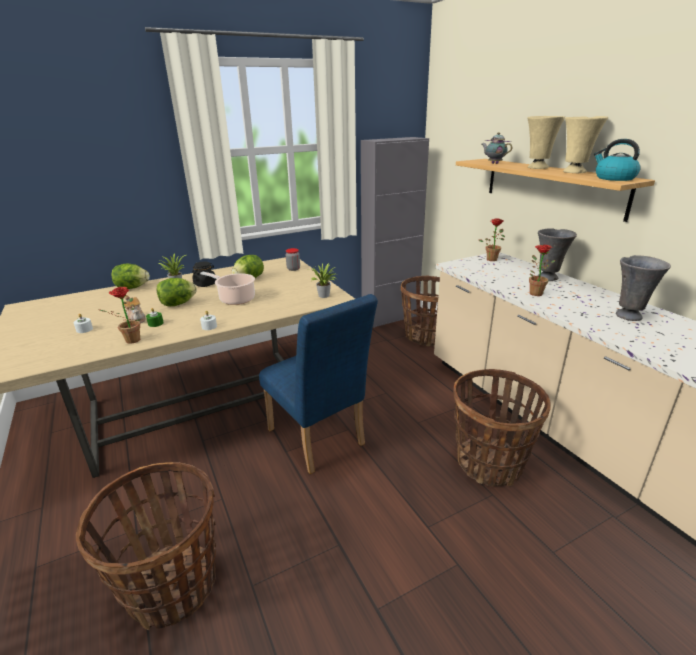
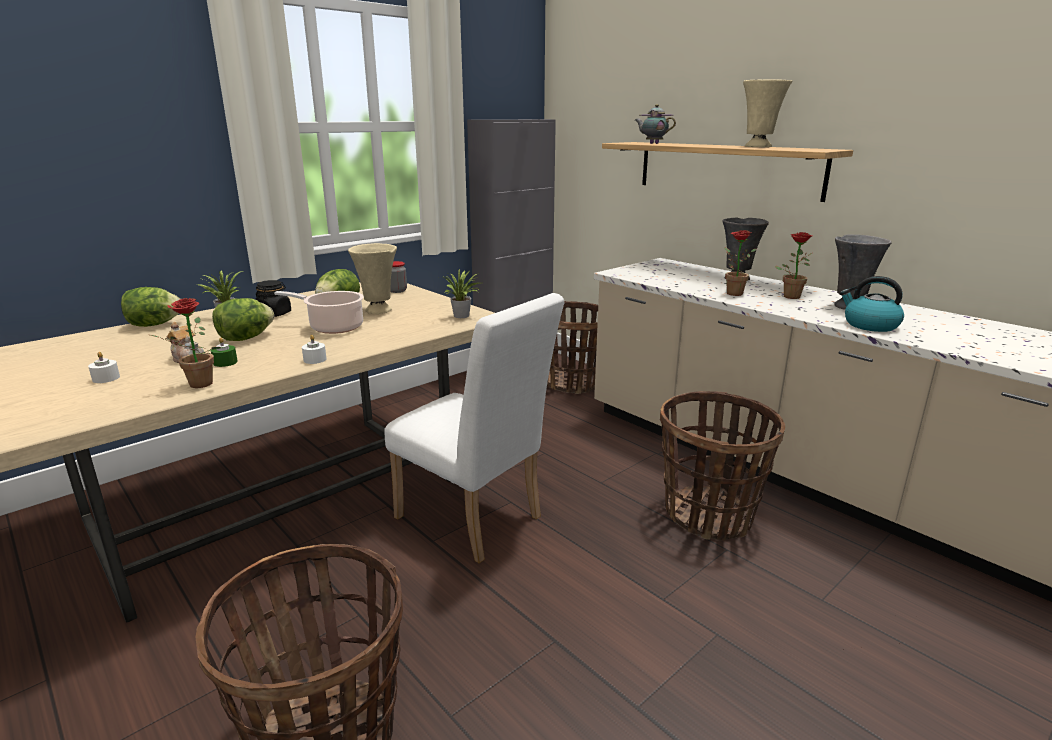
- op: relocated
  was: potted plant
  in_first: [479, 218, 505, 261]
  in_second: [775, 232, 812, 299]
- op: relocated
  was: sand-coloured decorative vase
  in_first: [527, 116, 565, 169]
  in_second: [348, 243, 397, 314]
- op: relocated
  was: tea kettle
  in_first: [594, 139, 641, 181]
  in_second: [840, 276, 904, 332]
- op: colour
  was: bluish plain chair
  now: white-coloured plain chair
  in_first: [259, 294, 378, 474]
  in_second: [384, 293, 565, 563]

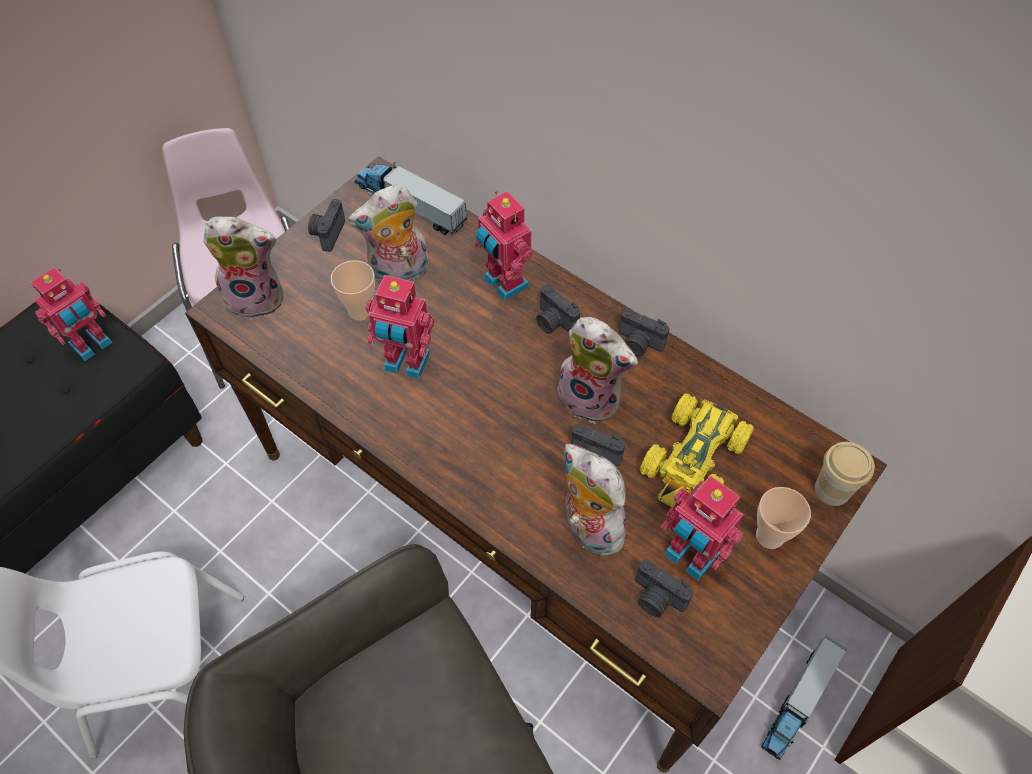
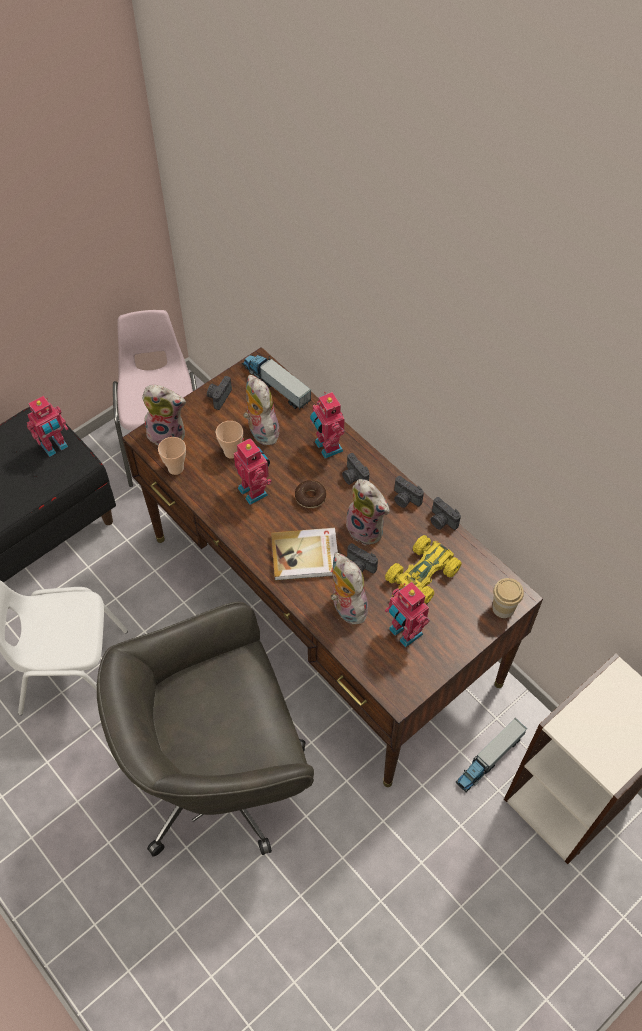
- op: appeared
  now: bound book
  in_second: [271, 527, 338, 581]
- op: appeared
  now: donut
  in_second: [295, 480, 326, 508]
- op: relocated
  was: photo camera
  in_first: [635, 559, 694, 617]
  in_second: [431, 497, 461, 530]
- op: relocated
  was: small cup
  in_first: [756, 487, 811, 549]
  in_second: [158, 437, 186, 475]
- op: spun
  was: plush toy
  in_first: [348, 184, 429, 283]
  in_second: [243, 375, 281, 445]
  clockwise: 75
- op: spun
  was: model robot
  in_first: [366, 275, 434, 379]
  in_second: [234, 438, 272, 505]
  clockwise: -150

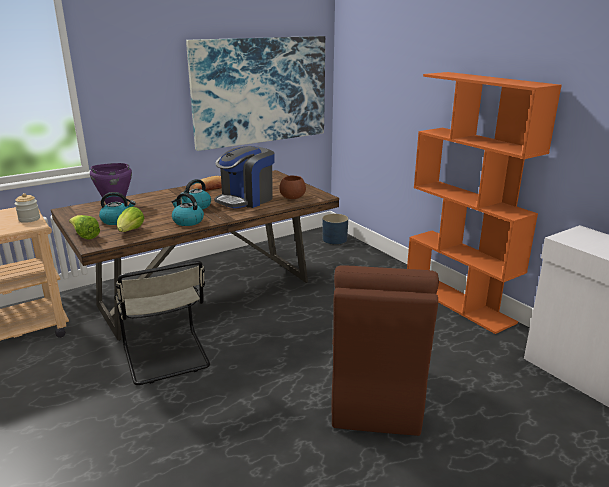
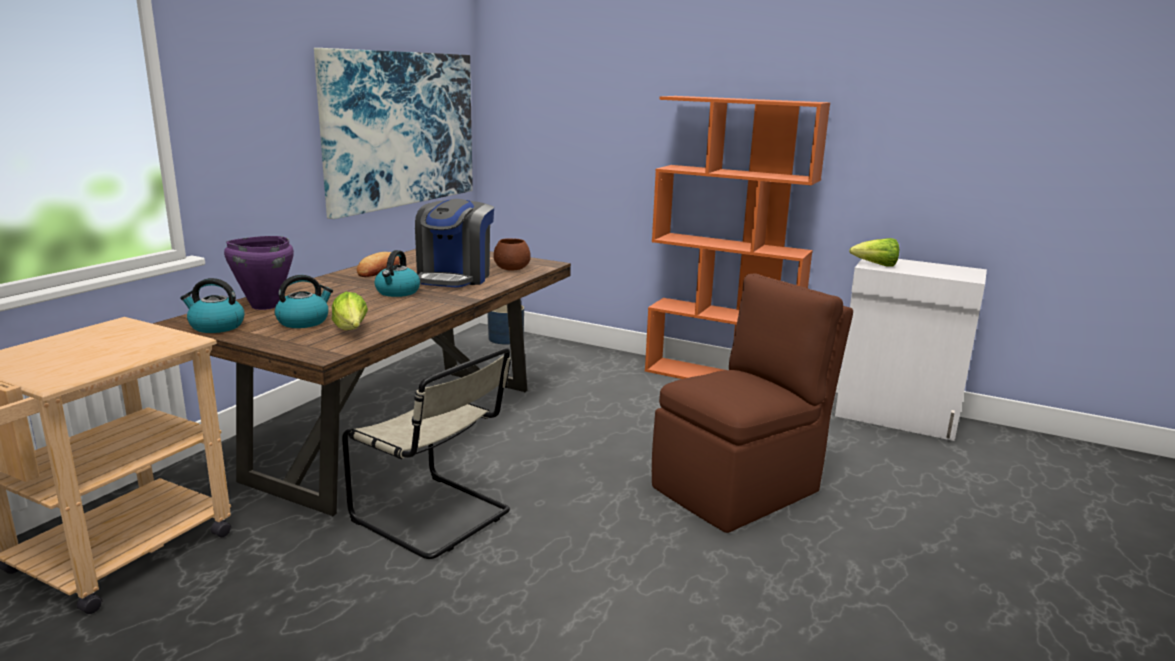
- op: missing
  was: storage jar
  in_first: [15, 193, 40, 223]
- op: relocated
  was: lettuce head
  in_first: [69, 215, 100, 240]
  in_second: [849, 238, 899, 267]
- op: relocated
  was: tea kettle
  in_first: [171, 193, 204, 226]
  in_second: [180, 278, 245, 333]
- op: spun
  was: brown plain chair
  in_first: [332, 265, 439, 436]
  in_second: [652, 274, 853, 533]
  clockwise: -105

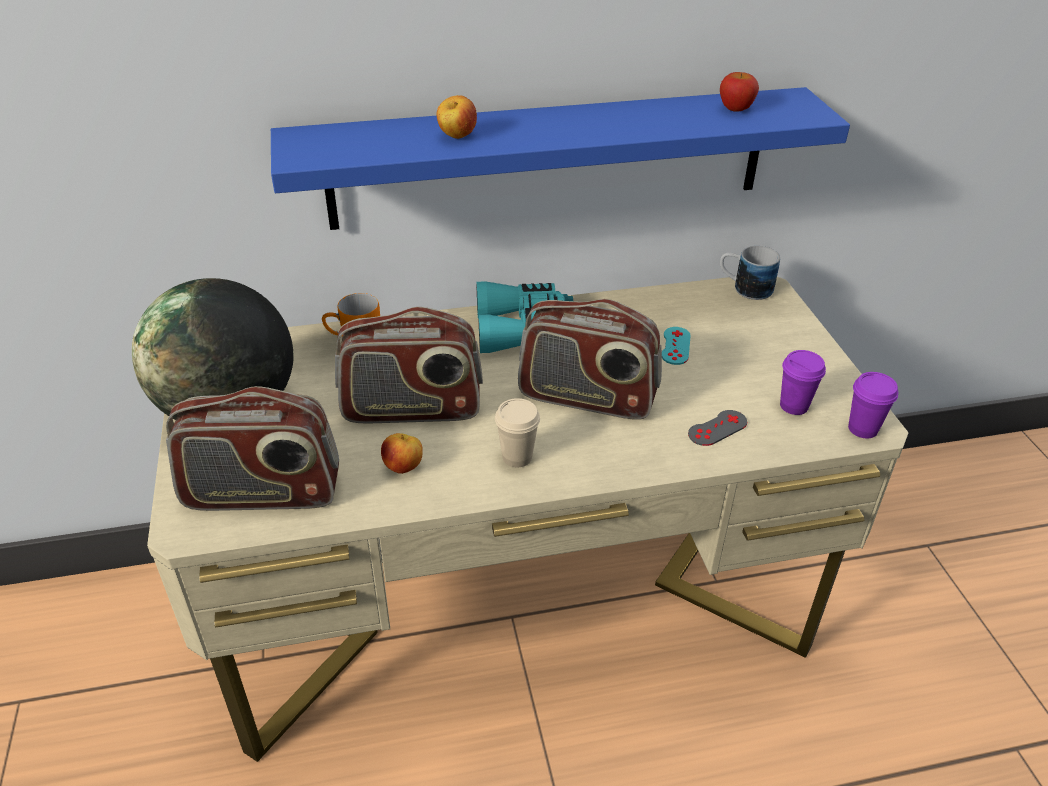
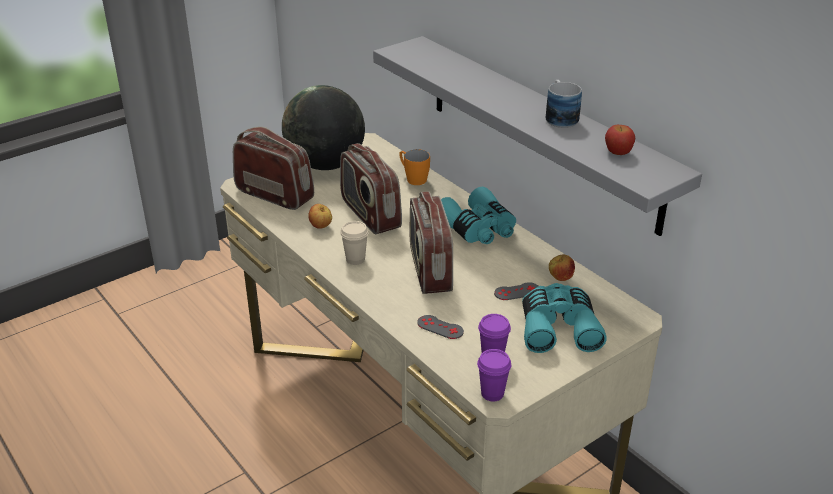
- op: appeared
  now: turquoise-coloured field glasses
  in_second: [522, 283, 607, 353]
- op: relocated
  was: apple fruit
  in_first: [436, 95, 477, 139]
  in_second: [549, 255, 575, 281]
- op: relocated
  was: mug
  in_first: [720, 246, 780, 300]
  in_second: [546, 80, 582, 128]
- op: colour
  was: bluish bracket shelf
  now: gray bracket shelf
  in_first: [271, 87, 850, 230]
  in_second: [373, 36, 702, 236]
- op: colour
  was: turquoise-coloured joypad
  now: gray joypad
  in_first: [662, 327, 691, 365]
  in_second: [494, 282, 538, 300]
- op: spun
  was: radio
  in_first: [166, 386, 339, 511]
  in_second: [233, 127, 314, 210]
  clockwise: 150

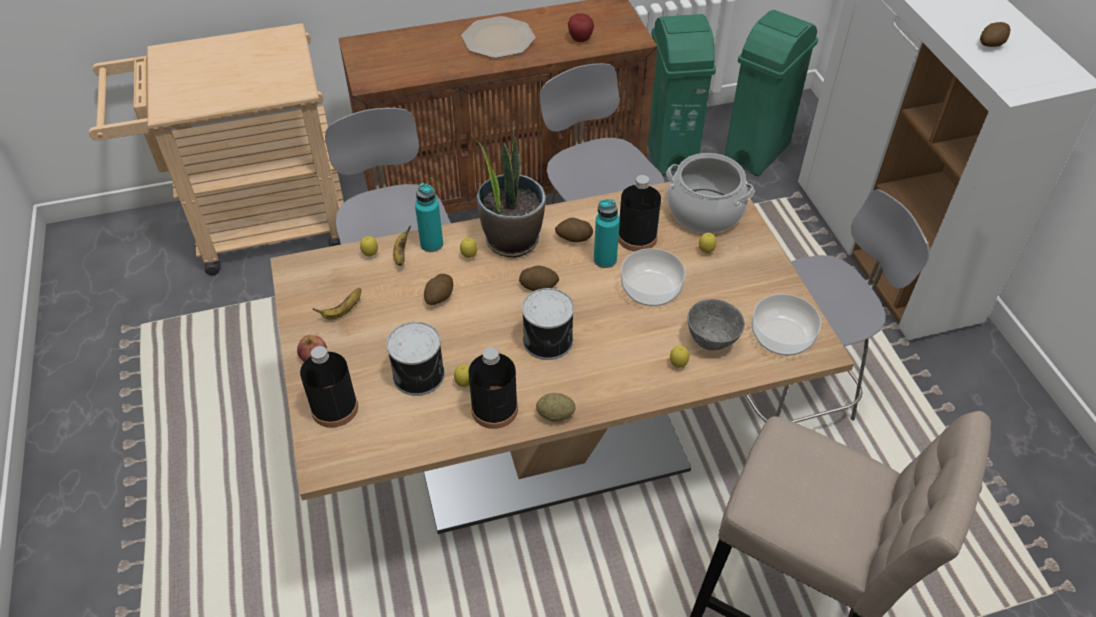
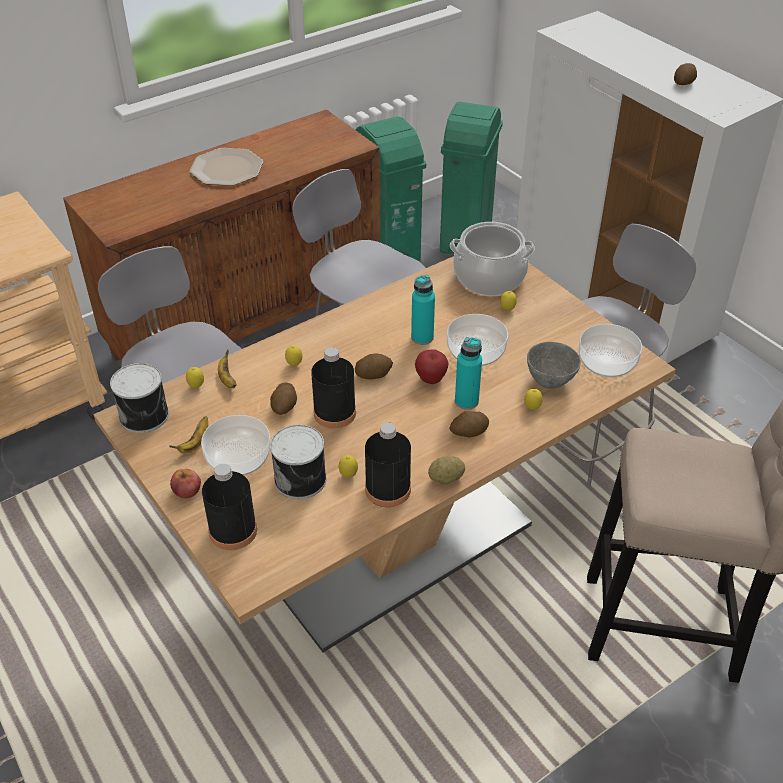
- op: missing
  was: potted plant
  in_first: [476, 127, 546, 258]
- op: appeared
  now: serving bowl
  in_second: [201, 415, 271, 475]
- op: relocated
  was: turquoise-coloured drink bottle
  in_first: [415, 183, 443, 252]
  in_second: [455, 337, 482, 410]
- op: relocated
  was: metal can
  in_first: [522, 288, 574, 360]
  in_second: [110, 363, 169, 433]
- op: relocated
  was: whole potato
  in_first: [555, 217, 593, 242]
  in_second: [449, 411, 489, 437]
- op: relocated
  was: apple fruit
  in_first: [568, 13, 594, 42]
  in_second: [415, 350, 449, 384]
- op: relocated
  was: blackish drink bottle
  in_first: [618, 175, 661, 252]
  in_second: [311, 347, 356, 428]

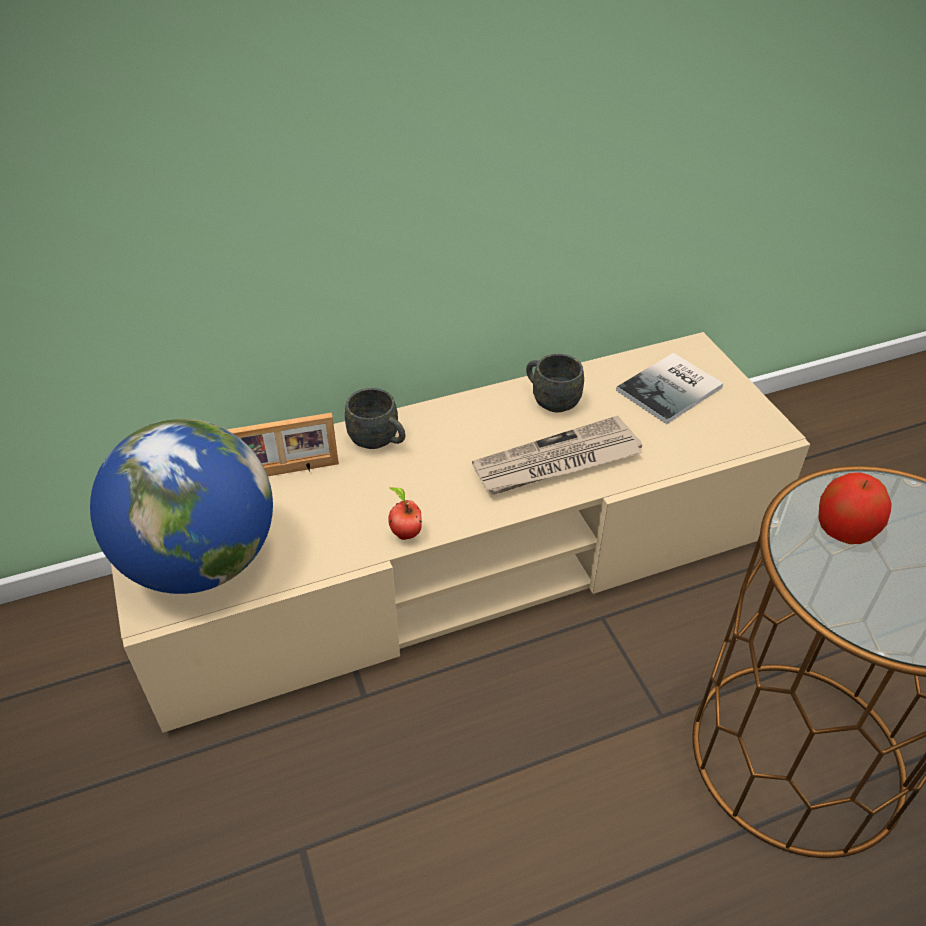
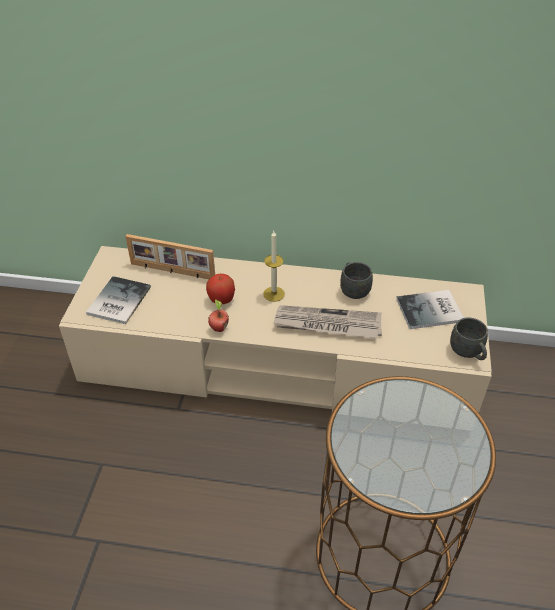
- op: appeared
  now: candle
  in_second: [263, 231, 285, 302]
- op: relocated
  was: gray mug
  in_first: [345, 388, 405, 449]
  in_second: [450, 317, 488, 360]
- op: relocated
  was: apple fruit
  in_first: [818, 472, 892, 544]
  in_second: [206, 274, 235, 304]
- op: exchanged
  was: globe
  now: bound book
  in_first: [90, 419, 273, 594]
  in_second: [86, 276, 151, 324]

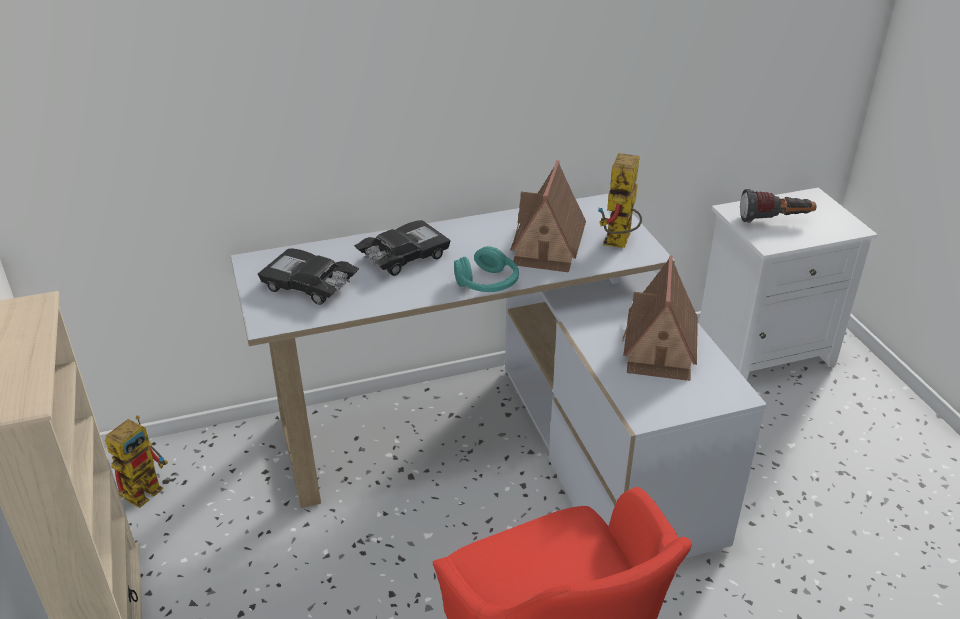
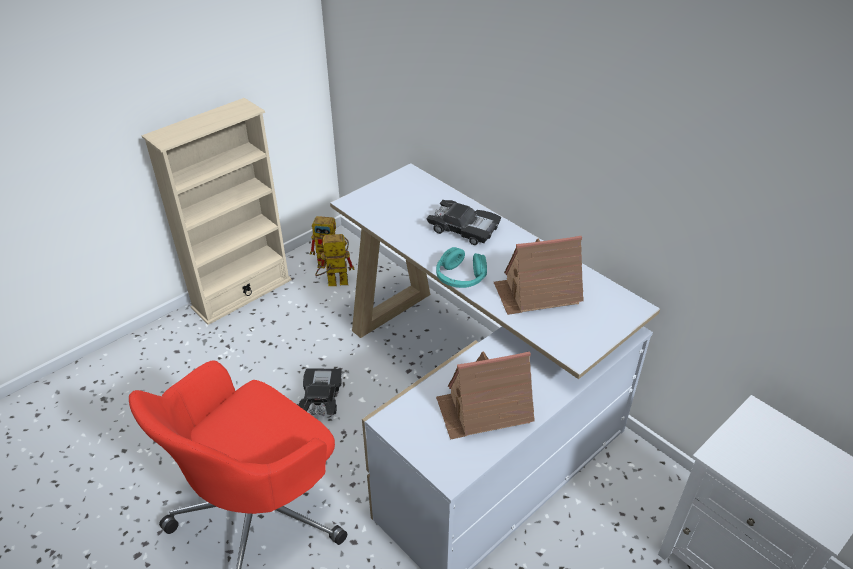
- op: missing
  was: flashlight
  in_first: [740, 189, 817, 223]
- op: relocated
  was: blackish miniature car
  in_first: [258, 249, 359, 305]
  in_second: [299, 368, 342, 416]
- op: relocated
  was: model robot
  in_first: [598, 153, 642, 248]
  in_second: [315, 234, 354, 286]

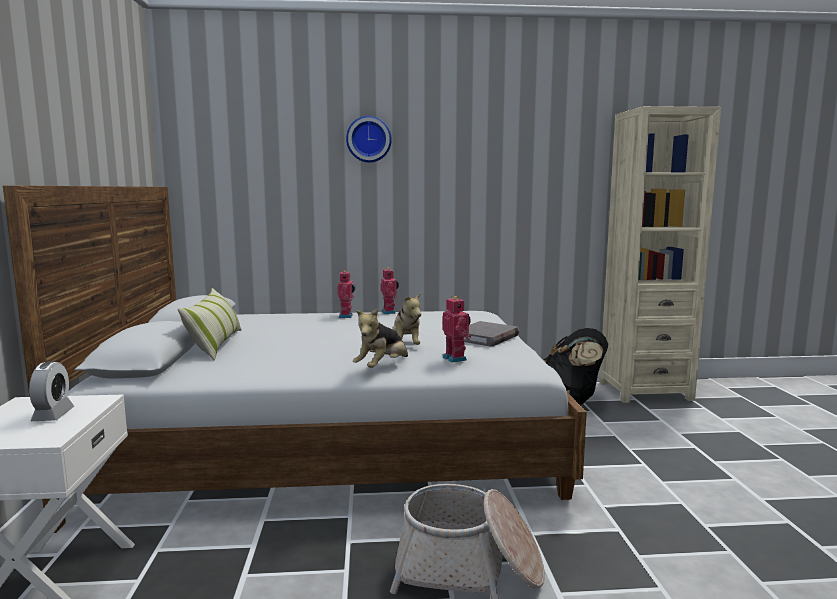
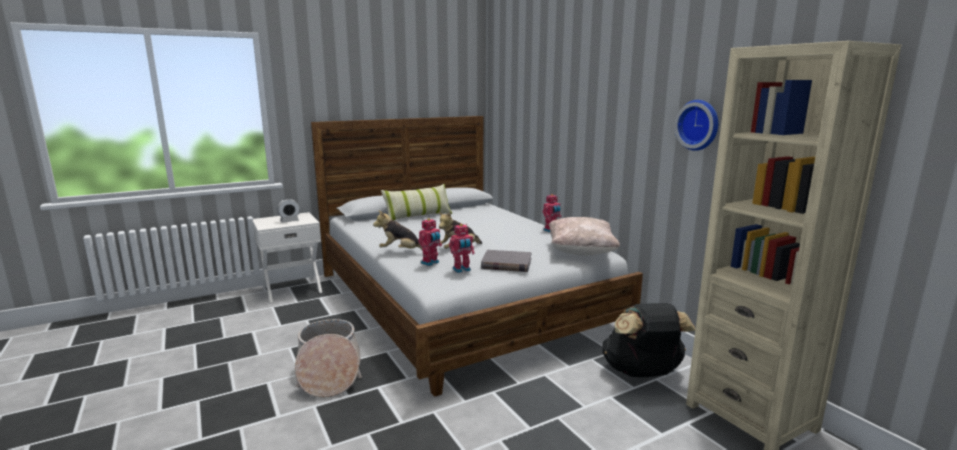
- op: appeared
  now: sand-coloured cushion
  in_second: [549, 217, 620, 256]
- op: relocated
  was: model robot
  in_first: [337, 270, 356, 318]
  in_second: [449, 224, 475, 273]
- op: relocated
  was: wall clock
  in_first: [346, 116, 392, 163]
  in_second: [674, 100, 718, 151]

